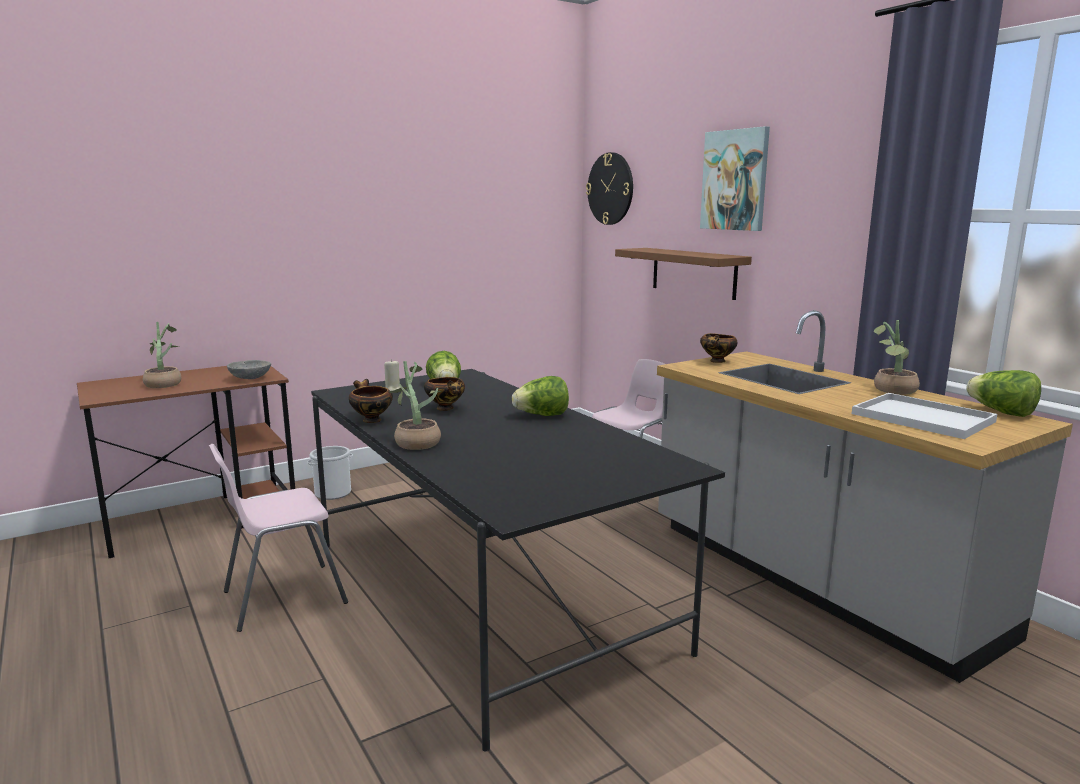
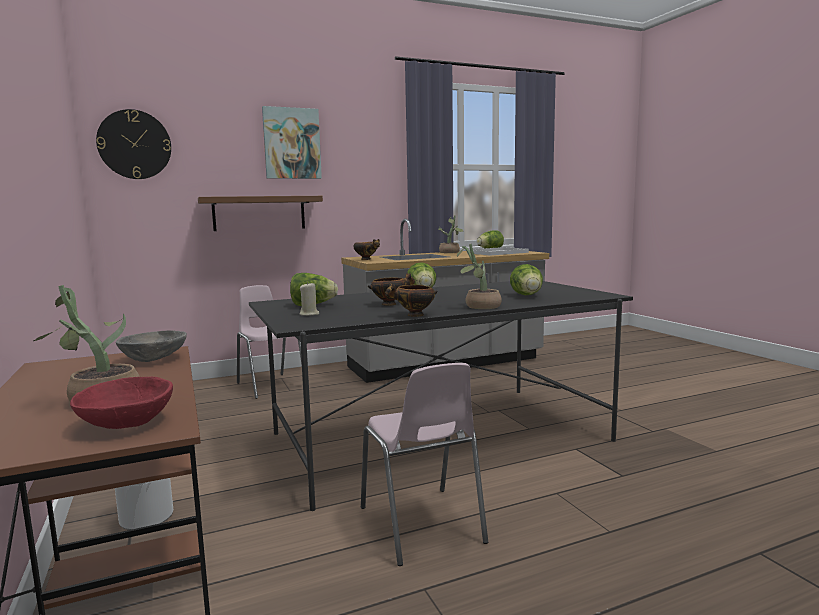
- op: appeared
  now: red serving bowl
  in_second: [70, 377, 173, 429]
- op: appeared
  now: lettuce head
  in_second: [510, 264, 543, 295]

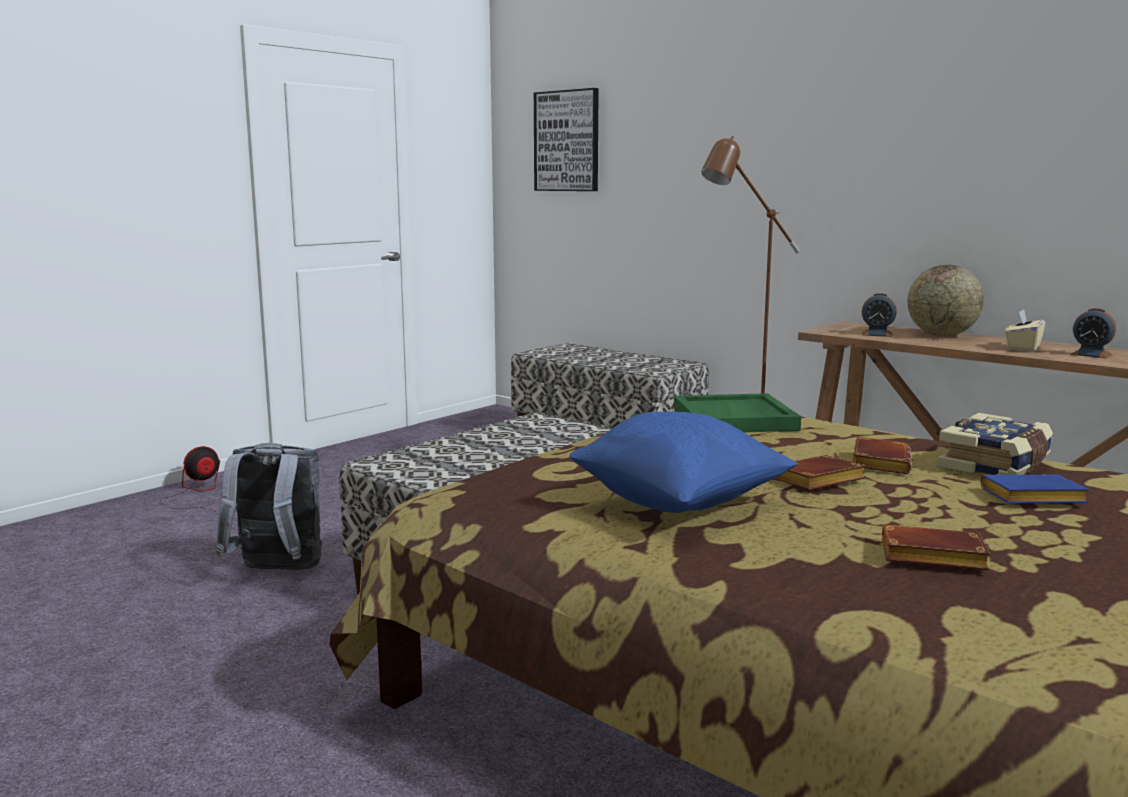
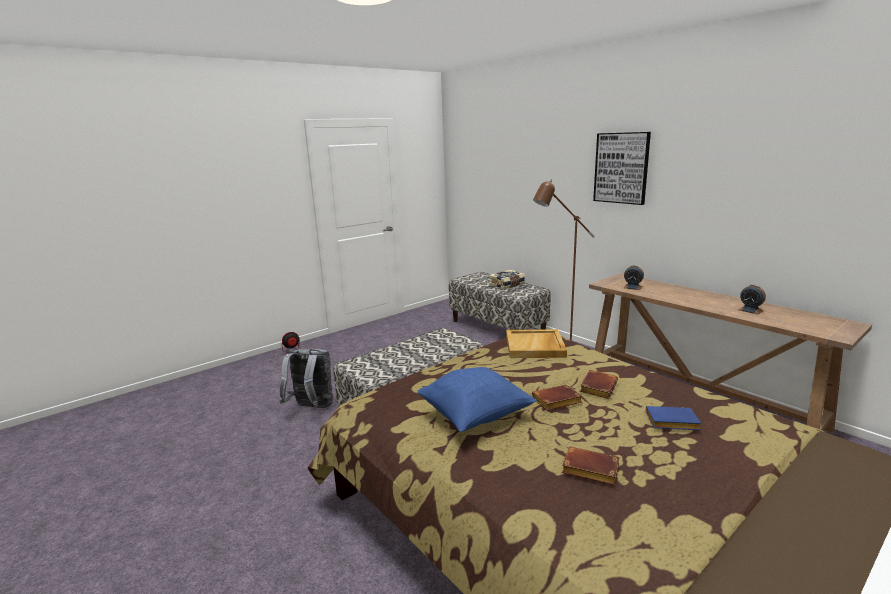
- op: missing
  was: globe
  in_first: [907, 265, 984, 336]
- op: missing
  was: sand-coloured tissue box
  in_first: [1005, 310, 1045, 352]
- op: relocated
  was: picture
  in_first: [534, 88, 599, 191]
  in_second: [593, 132, 651, 205]
- op: relocated
  was: bound book
  in_first: [937, 413, 1053, 475]
  in_second: [489, 270, 525, 289]
- op: colour
  was: green tray
  now: sand-coloured tray
  in_first: [674, 393, 801, 432]
  in_second: [506, 329, 567, 358]

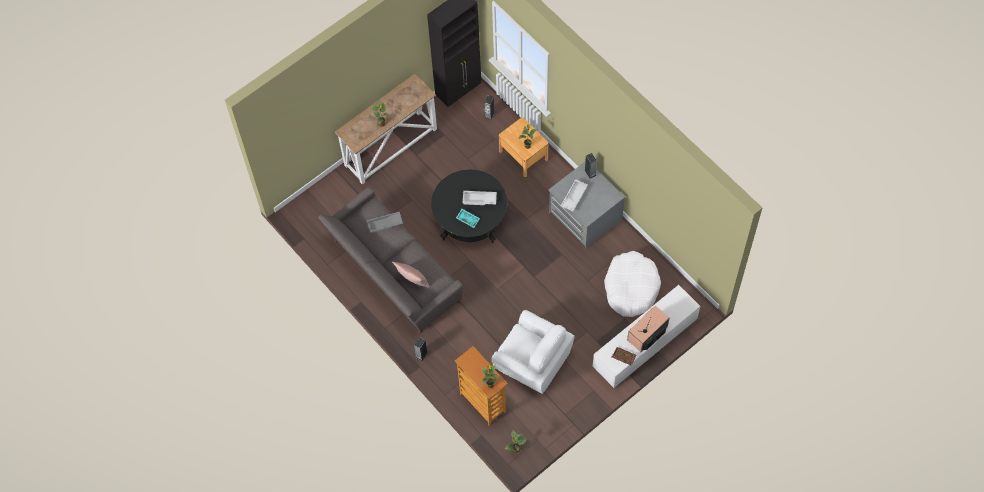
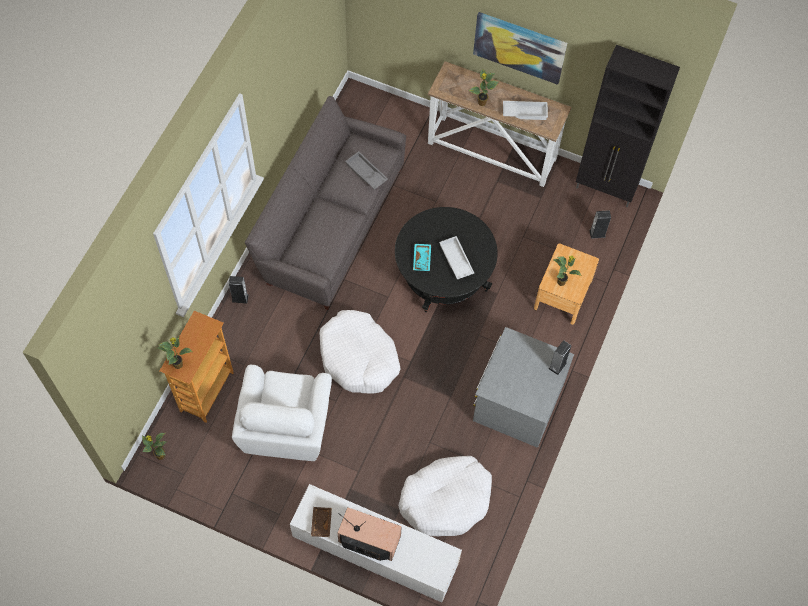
- op: missing
  was: pink-coloured cushion
  in_first: [392, 262, 430, 288]
- op: appeared
  now: white-coloured pet bed
  in_second: [319, 310, 400, 393]
- op: appeared
  now: picture
  in_second: [473, 12, 567, 85]
- op: relocated
  was: white-coloured tray
  in_first: [561, 179, 588, 211]
  in_second: [503, 101, 548, 120]

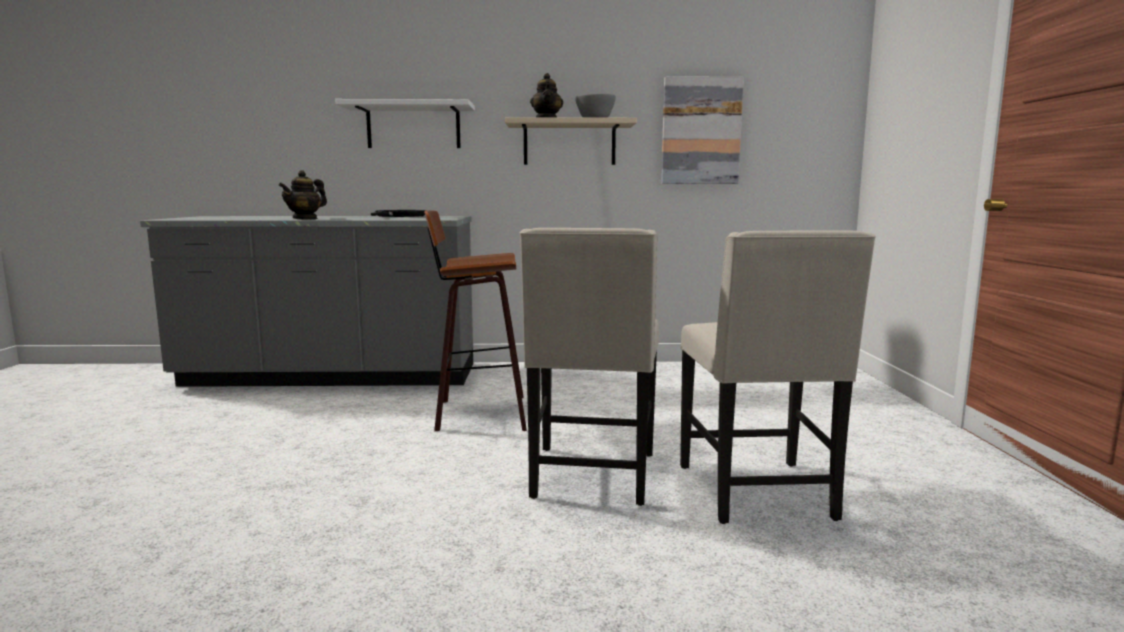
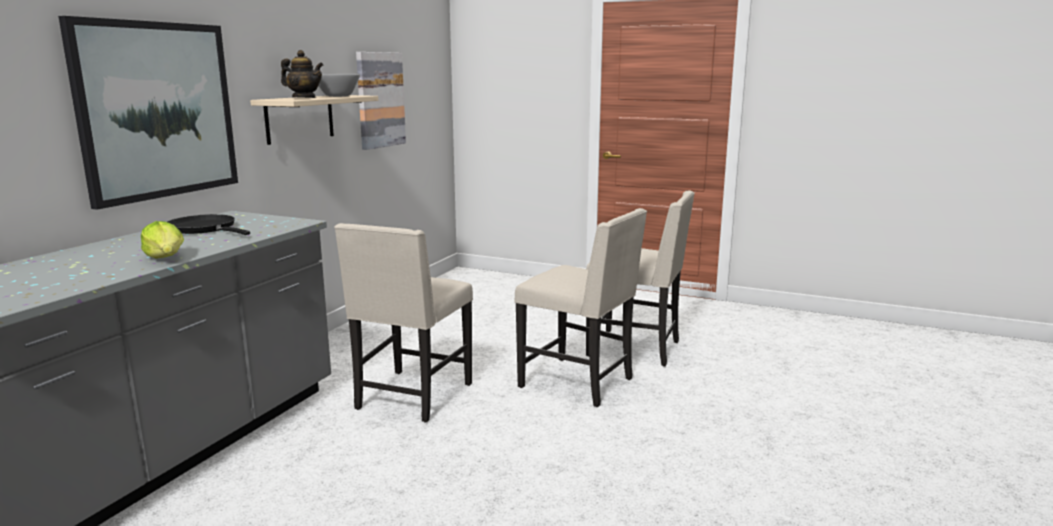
- op: exchanged
  was: tea pot
  now: lettuce head
  in_first: [279, 170, 327, 220]
  in_second: [141, 221, 184, 259]
- op: exchanged
  was: white-coloured bracket shelf
  now: picture
  in_first: [335, 99, 475, 148]
  in_second: [58, 16, 238, 210]
- op: exchanged
  was: stool
  now: sand-coloured plain chair
  in_first: [424, 210, 527, 431]
  in_second: [334, 223, 473, 423]

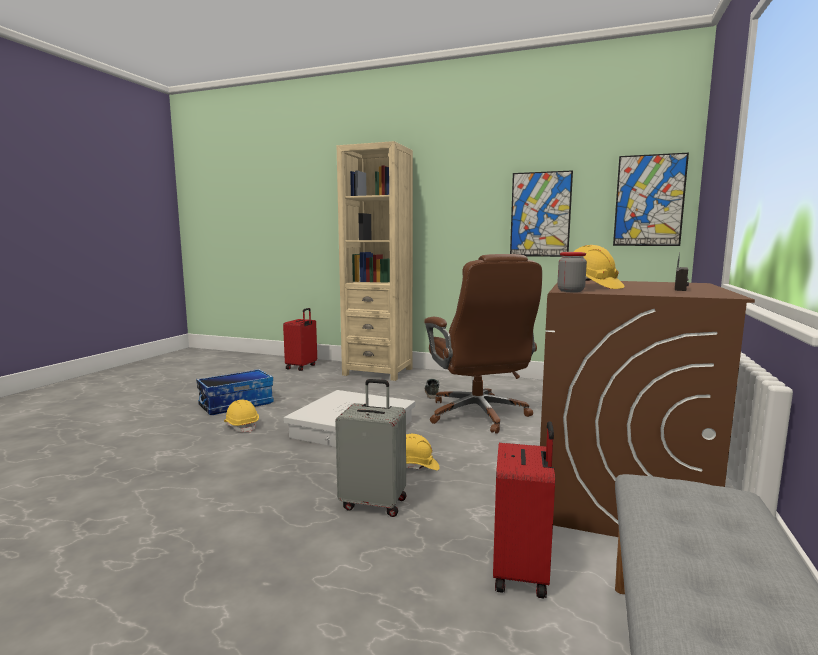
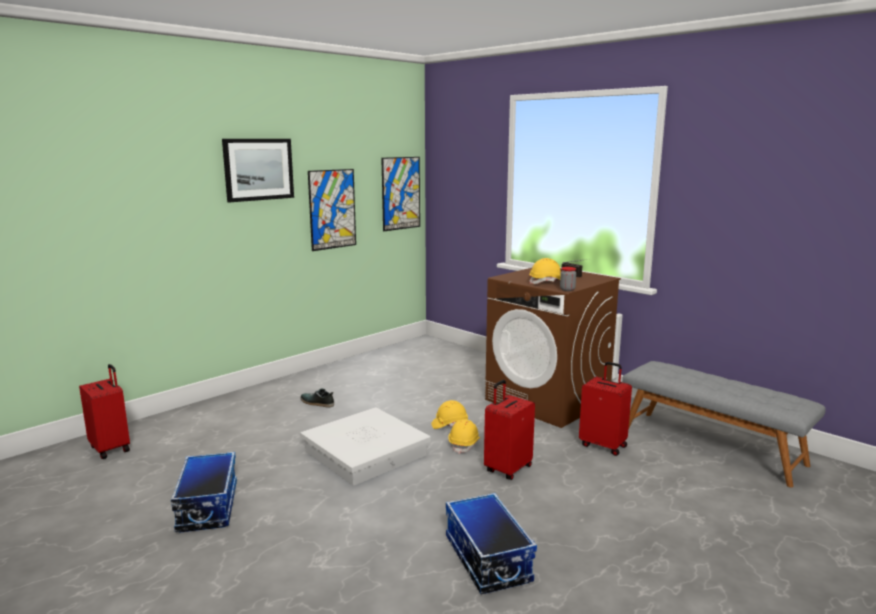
- op: missing
  was: sand-coloured bookcase
  in_first: [337, 141, 413, 381]
- op: missing
  was: brown desk chair
  in_first: [424, 254, 542, 434]
- op: appeared
  now: picture
  in_second: [222, 139, 294, 202]
- op: appeared
  now: storage bin
  in_second: [446, 493, 537, 594]
- op: relocated
  was: yellow safety helmet
  in_first: [224, 400, 259, 433]
  in_second: [431, 400, 468, 429]
- op: colour
  was: gray travel case
  now: red travel case
  in_first: [335, 379, 406, 517]
  in_second: [484, 380, 535, 480]

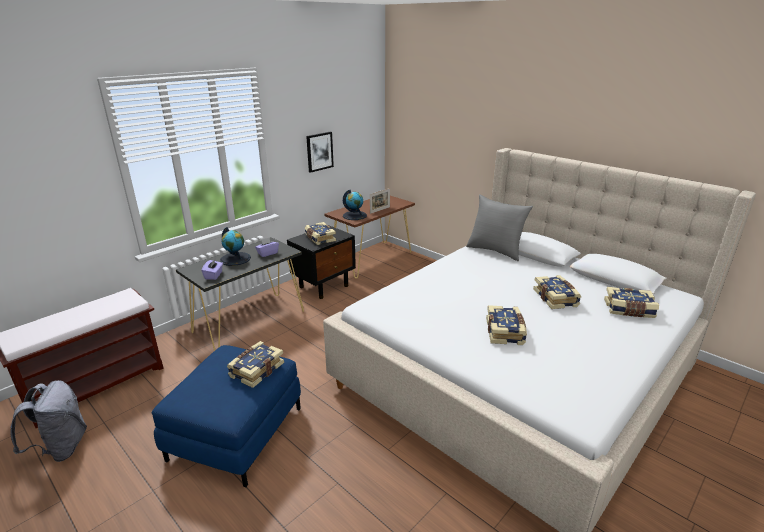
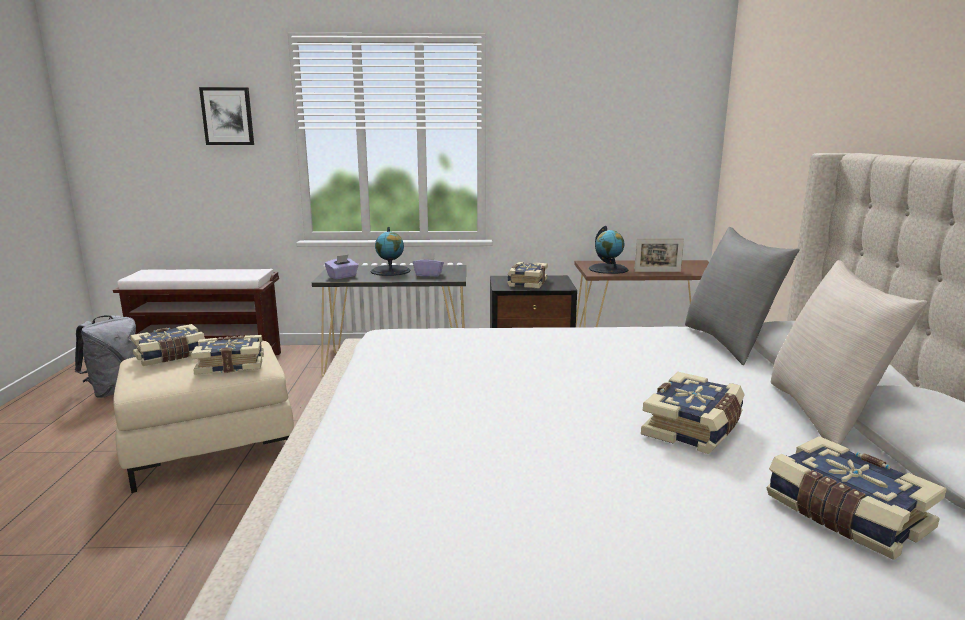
- op: appeared
  now: sand-coloured cushion
  in_second: [771, 260, 928, 445]
- op: relocated
  was: picture
  in_first: [306, 132, 334, 173]
  in_second: [199, 87, 254, 145]
- op: relocated
  was: bound book
  in_first: [486, 305, 527, 345]
  in_second: [131, 324, 205, 366]
- op: colour
  was: bluish pouffe
  now: sand-coloured pouffe
  in_first: [152, 345, 301, 487]
  in_second: [113, 341, 294, 493]

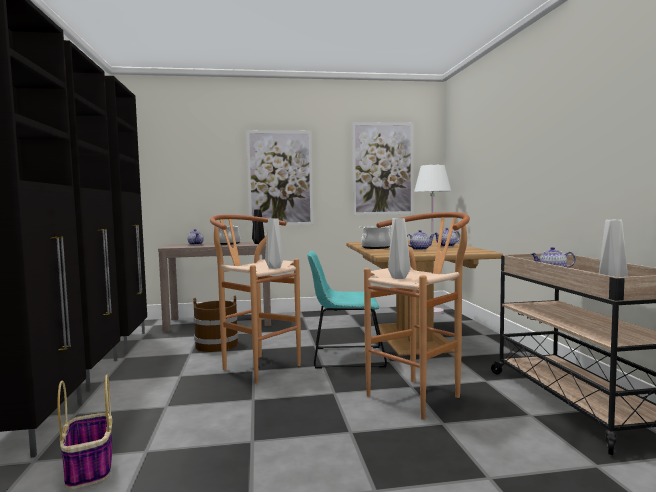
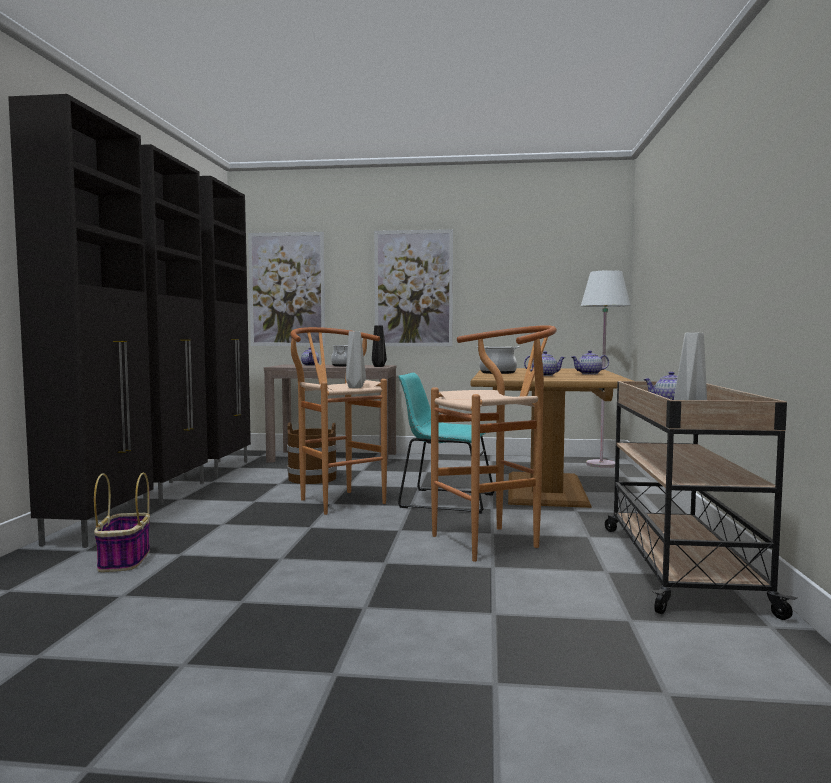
- op: missing
  was: gray decorative vase
  in_first: [388, 218, 411, 279]
- op: relocated
  was: picture
  in_first: [352, 122, 413, 215]
  in_second: [248, 232, 325, 346]

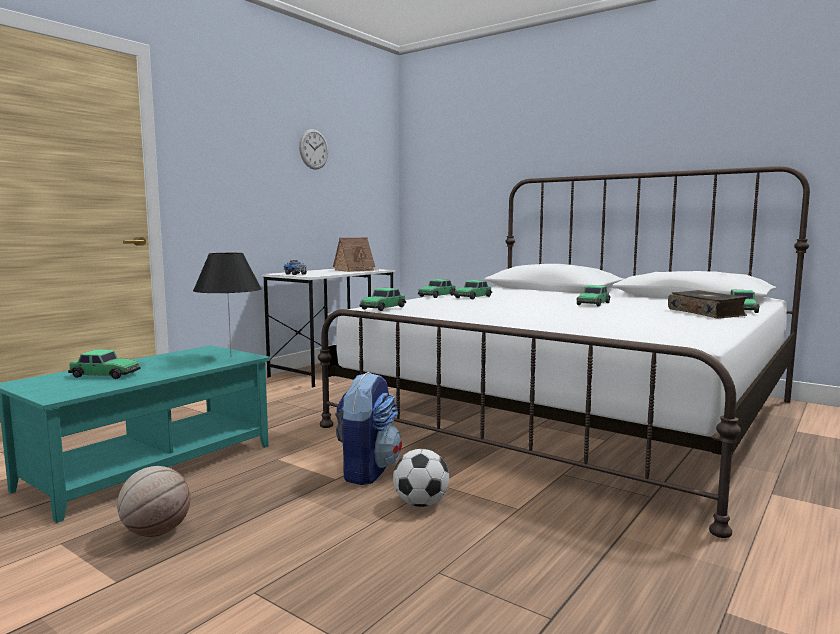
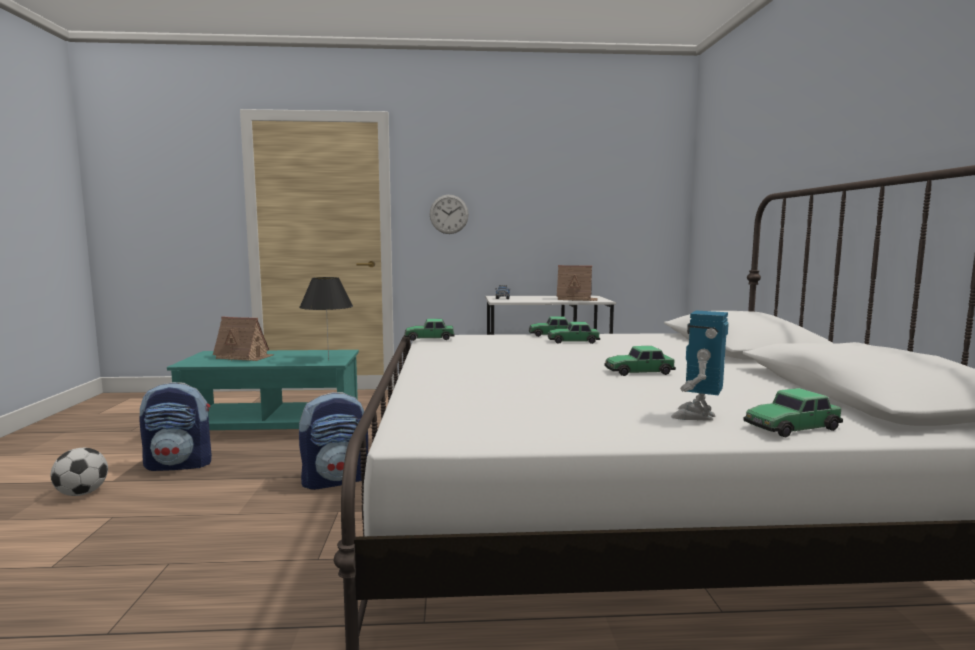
- op: relocated
  was: wall clock
  in_first: [299, 129, 328, 170]
  in_second: [430, 195, 469, 234]
- op: relocated
  was: ball for football
  in_first: [393, 449, 449, 507]
  in_second: [50, 448, 108, 496]
- op: exchanged
  was: miniature car
  now: model house
  in_first: [68, 349, 141, 379]
  in_second: [213, 316, 275, 361]
- op: exchanged
  was: ball for basketball
  now: knapsack
  in_first: [117, 466, 191, 537]
  in_second: [140, 382, 212, 471]
- op: exchanged
  was: bound book
  now: model robot
  in_first: [668, 290, 747, 319]
  in_second: [671, 310, 729, 421]

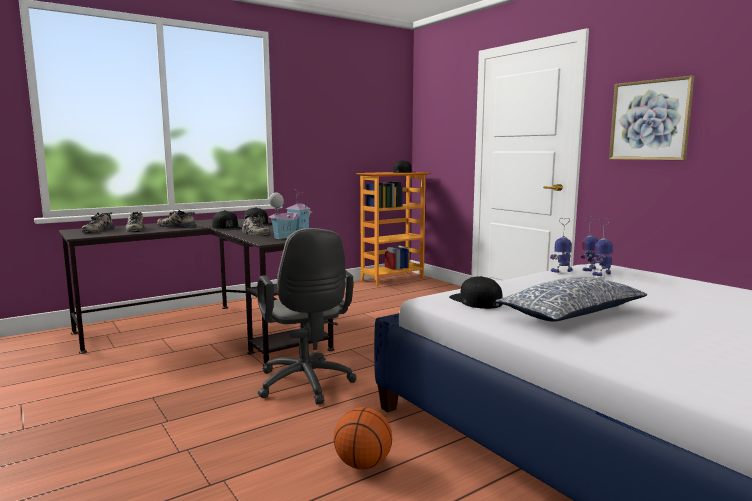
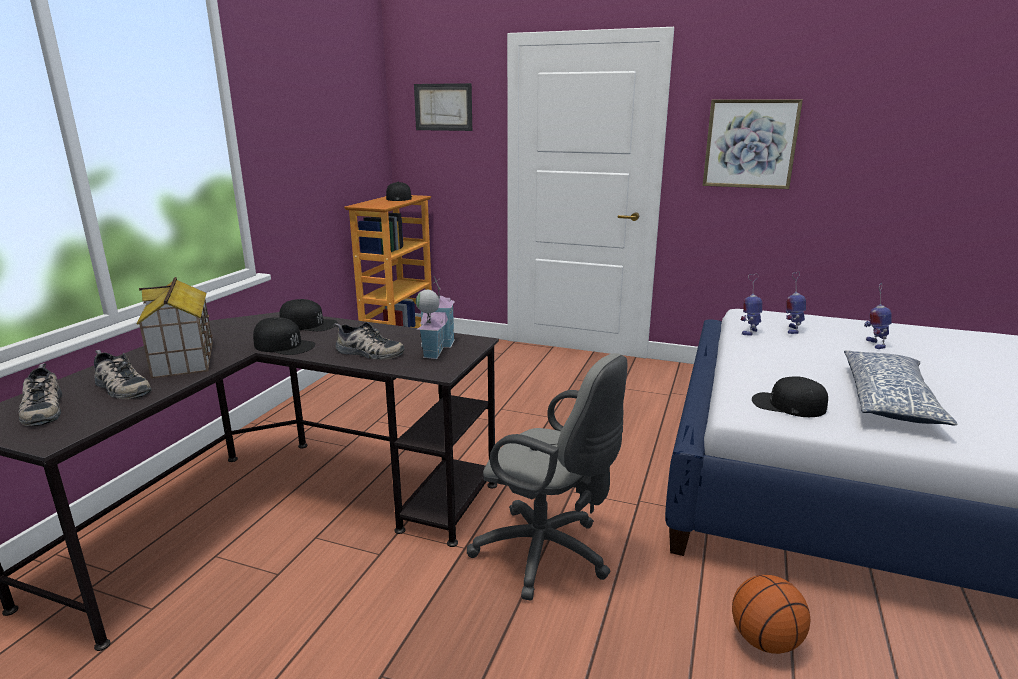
- op: appeared
  now: picture
  in_second: [414, 83, 472, 131]
- op: relocated
  was: model robot
  in_first: [581, 217, 599, 271]
  in_second: [864, 283, 891, 349]
- op: exchanged
  was: shoe
  now: model house
  in_first: [157, 210, 196, 228]
  in_second: [136, 277, 213, 379]

